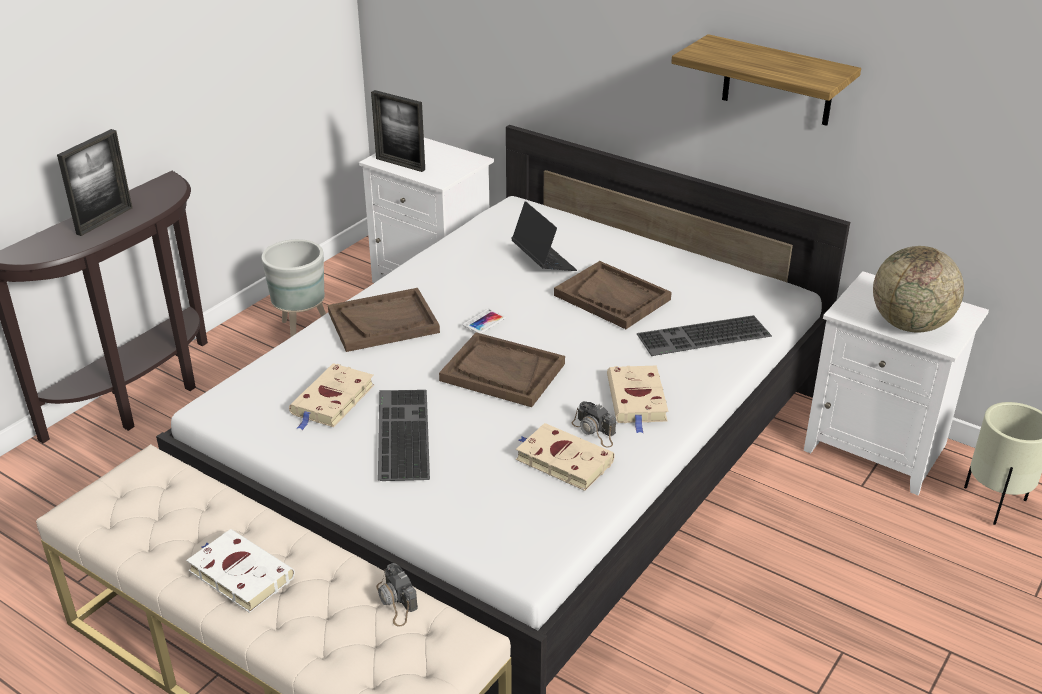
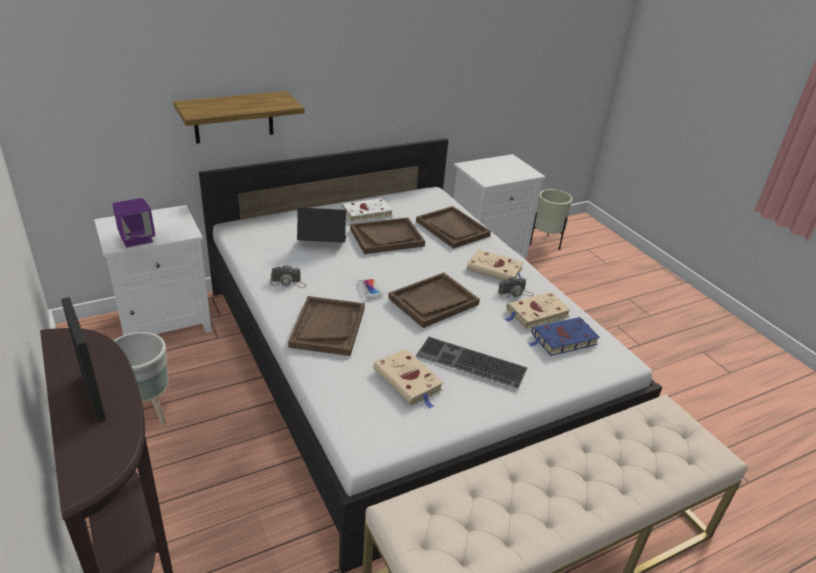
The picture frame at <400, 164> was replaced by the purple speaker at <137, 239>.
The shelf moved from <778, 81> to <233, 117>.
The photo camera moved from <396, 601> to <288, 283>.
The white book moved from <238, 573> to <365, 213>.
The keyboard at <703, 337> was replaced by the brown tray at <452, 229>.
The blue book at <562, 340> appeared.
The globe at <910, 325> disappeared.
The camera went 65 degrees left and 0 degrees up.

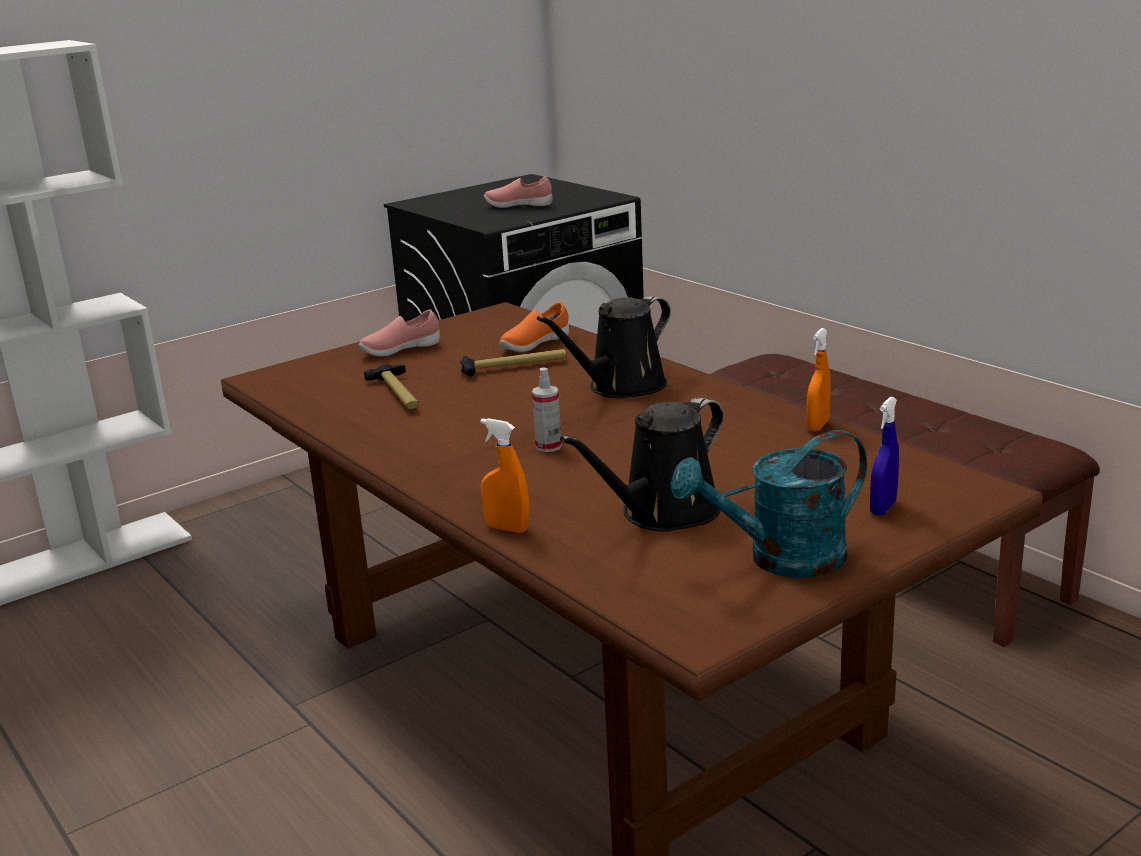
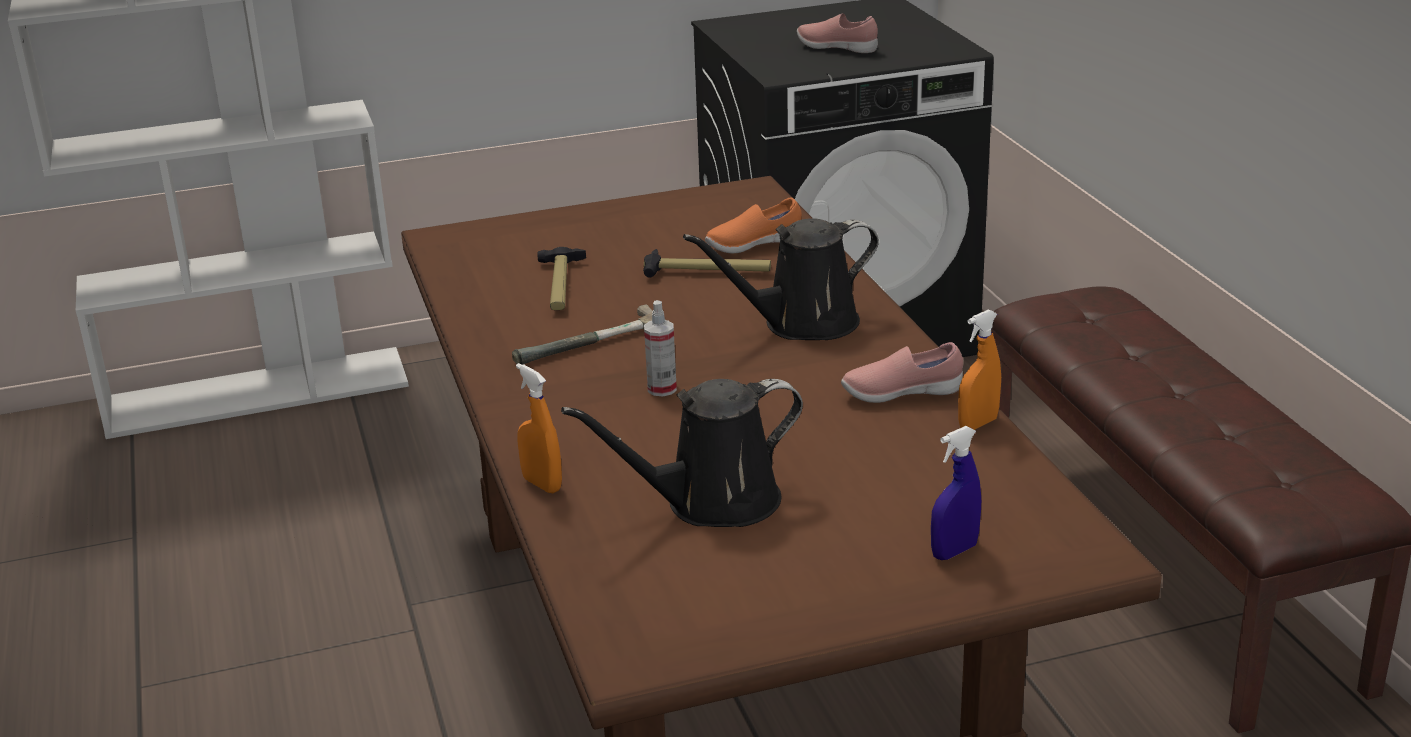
The hammer at <595, 347> appeared.
The pink shoe moved from <400, 350> to <901, 394>.
The turquoise watering can at <781, 560> disappeared.
The camera went 20 degrees right and 5 degrees up.

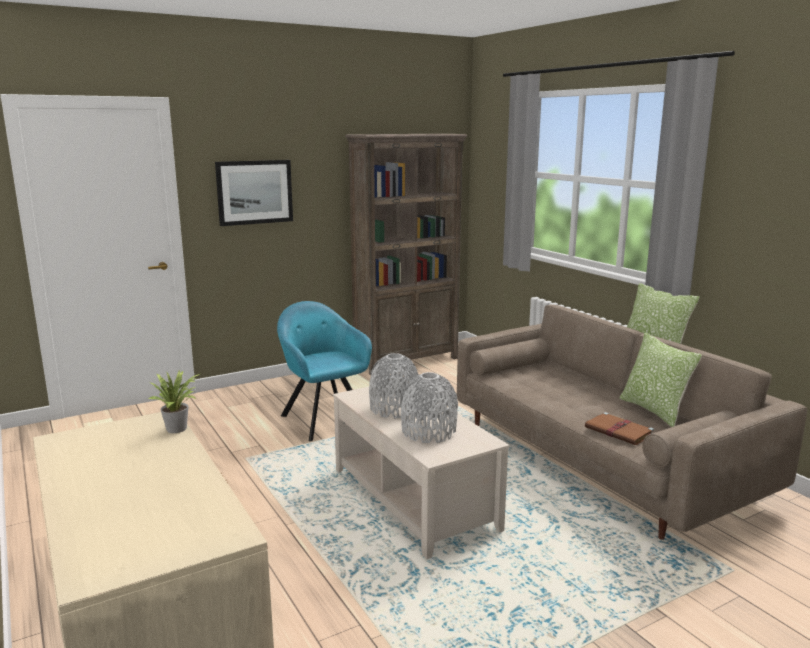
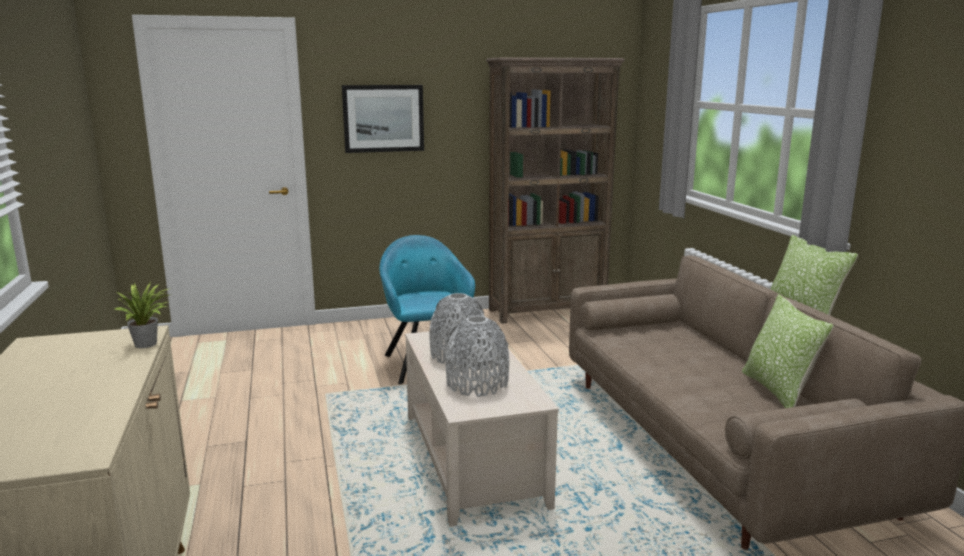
The brown book at <620, 431> disappeared.
The camera went 15 degrees right and 0 degrees up.

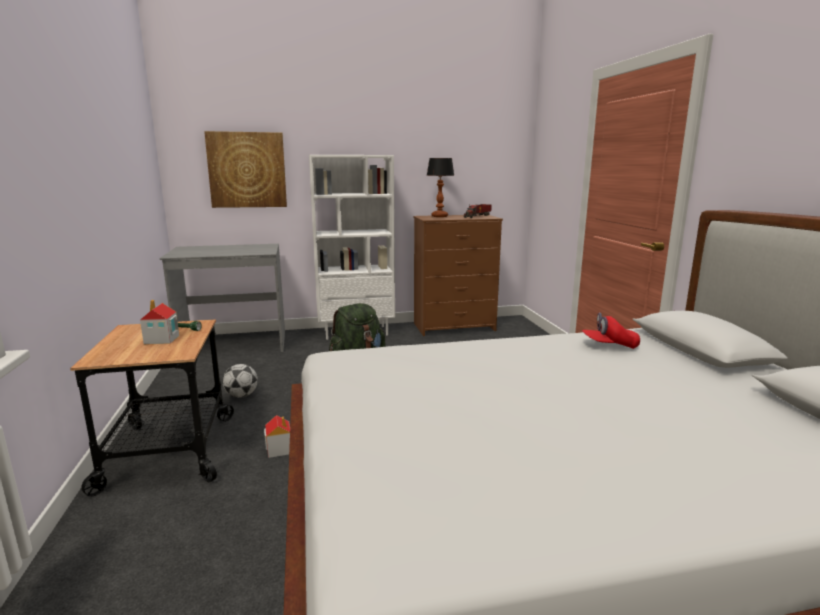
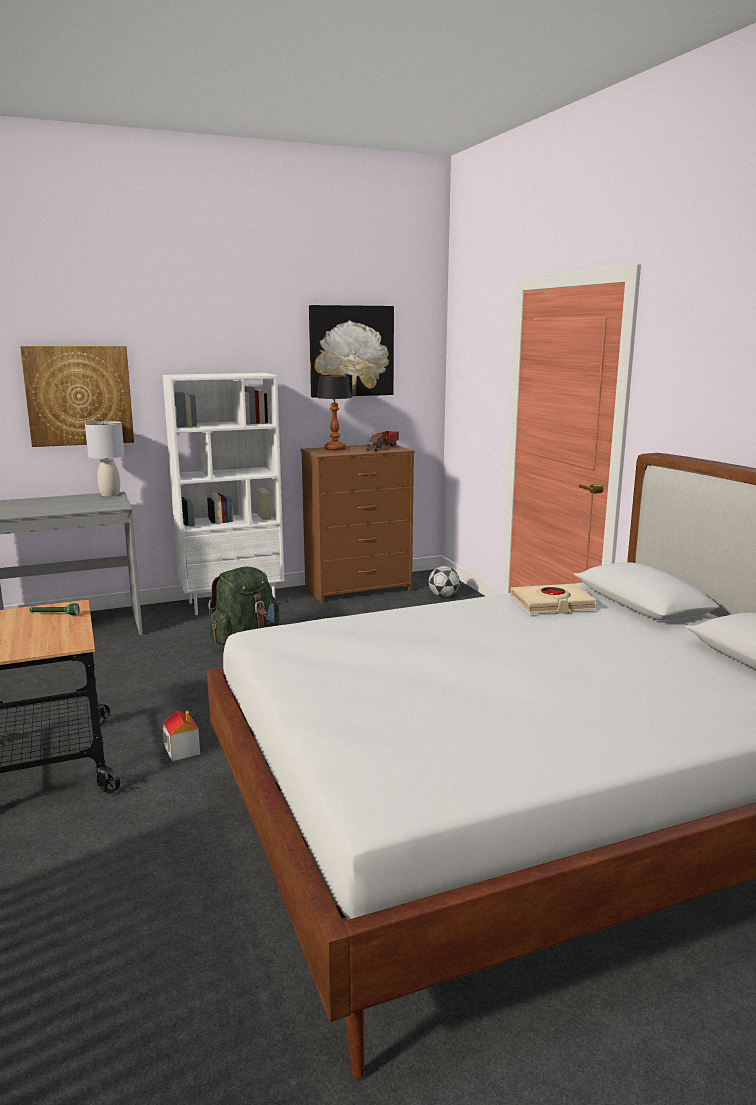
The grey table lamp at <110, 494> appeared.
The picture at <351, 351> appeared.
The football moved from <241, 396> to <443, 596>.
The red cap at <609, 346> was replaced by the beige book at <552, 604>.
The toy house at <161, 339> disappeared.
The camera went 10 degrees left and 0 degrees up.

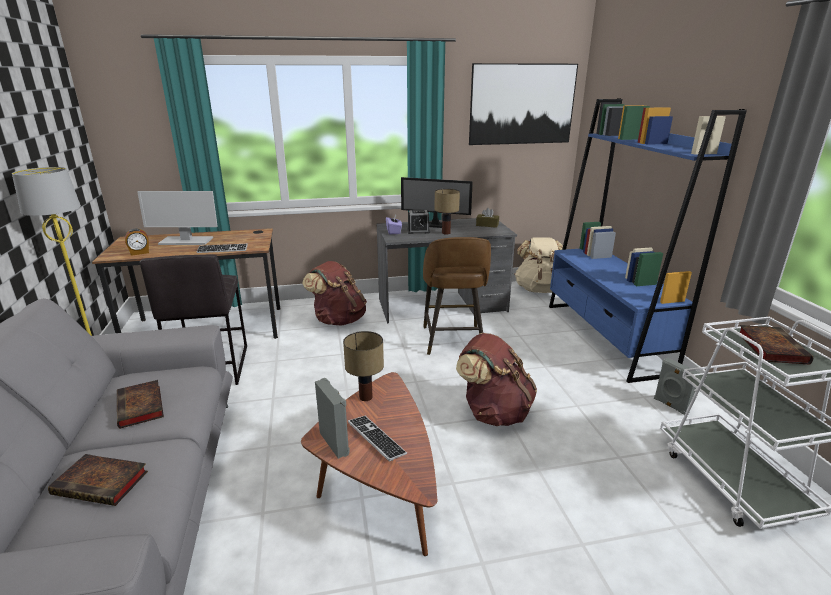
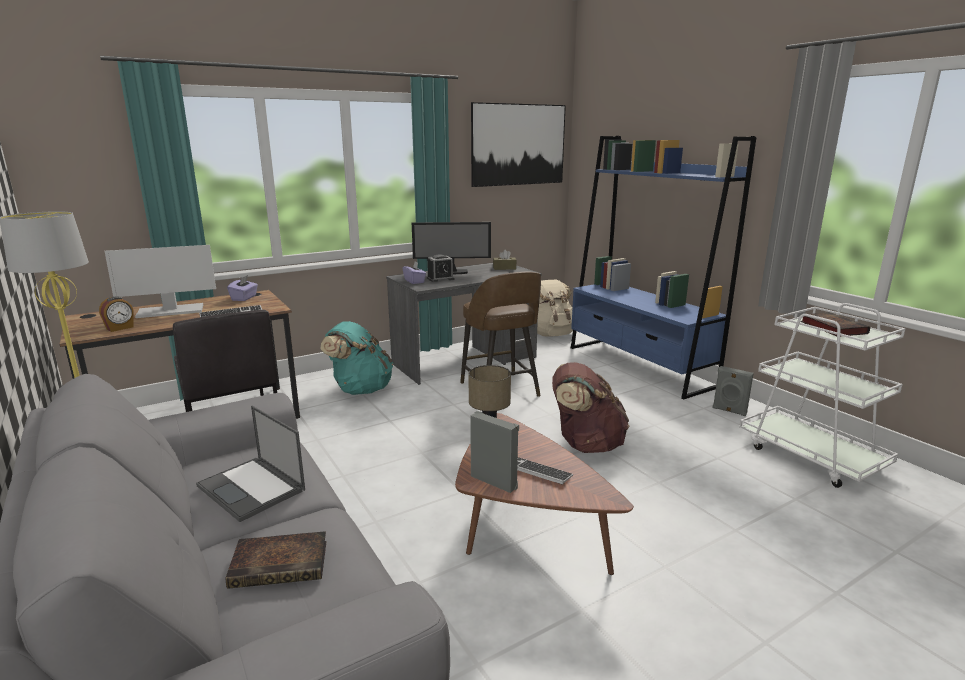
The book at <141, 407> was replaced by the laptop at <252, 488>.
The purple tissue box at <244, 298> appeared.
The brown backpack at <338, 320> became the turquoise backpack at <360, 389>.
The table lamp at <446, 233> disappeared.
The camera went 20 degrees left and 5 degrees down.

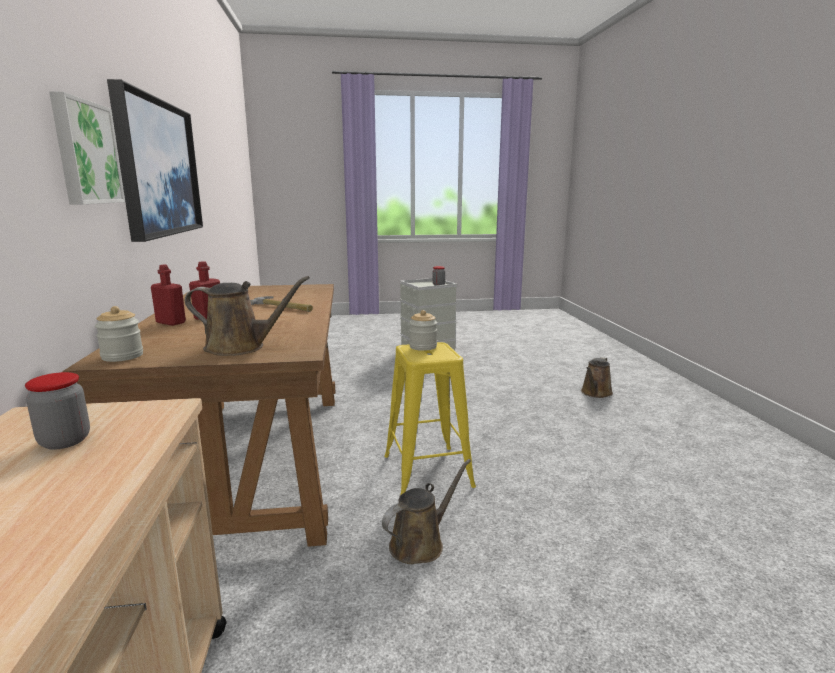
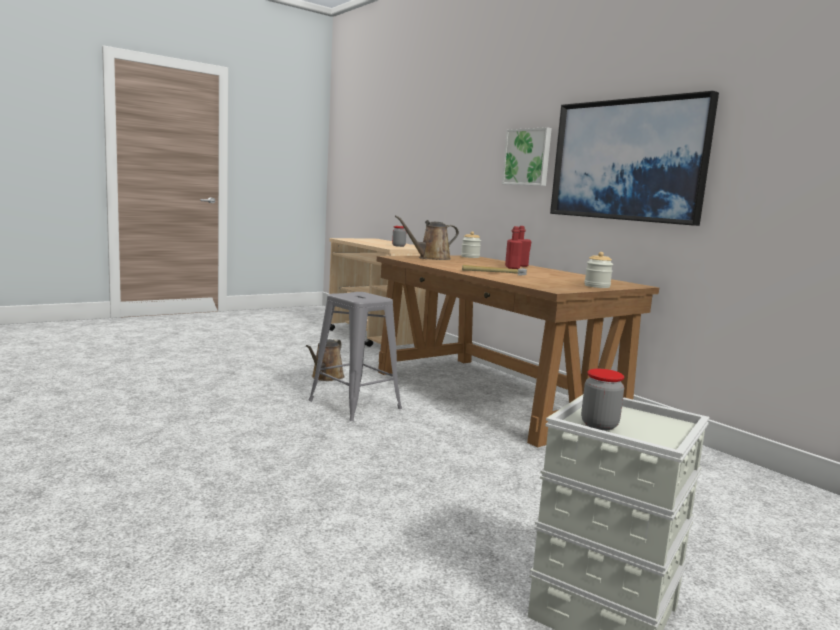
The yellow stool at <427, 470> became the grey stool at <355, 405>.
The jar moved from <423, 347> to <597, 286>.
The brown watering can at <595, 393> disappeared.
The camera went 150 degrees right and 5 degrees down.

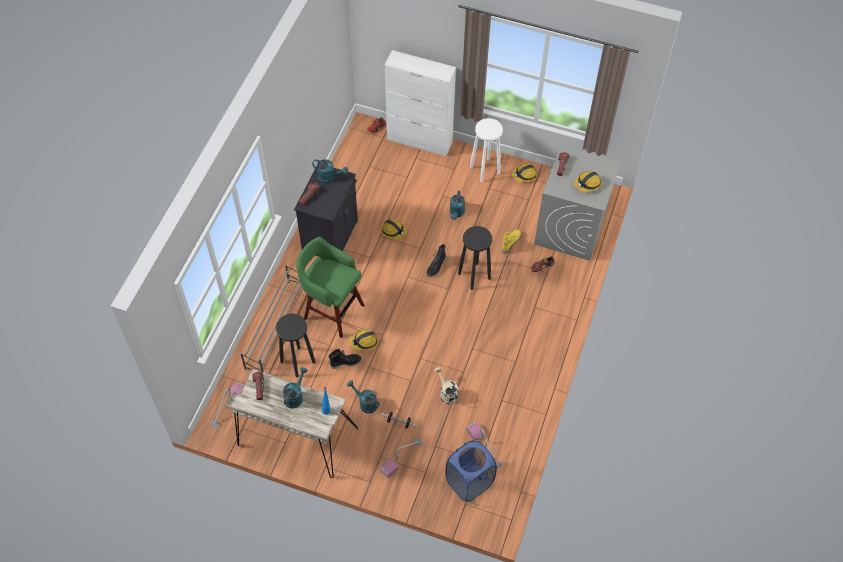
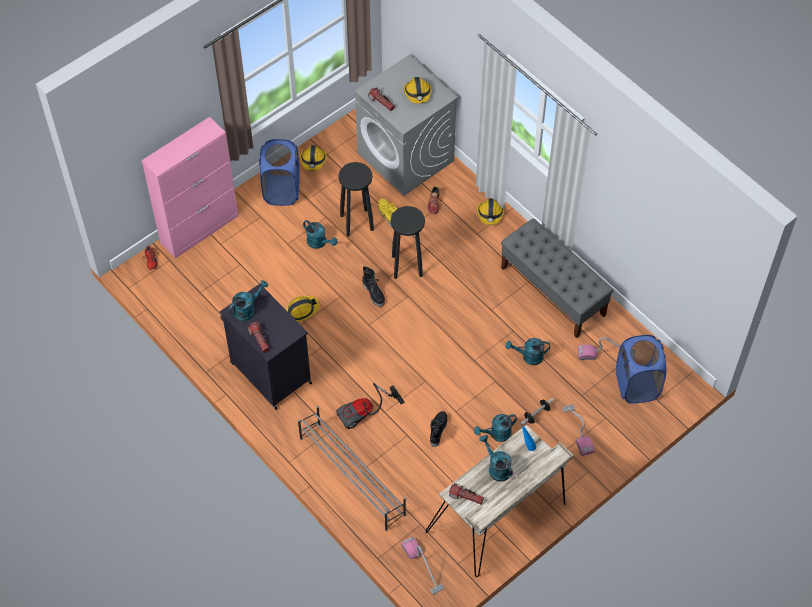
The white cabinet at <420, 141> became the pink cabinet at <200, 229>.
The white stool at <485, 170> was replaced by the blue laundry basket at <282, 190>.
The green stool at <332, 310> was replaced by the vacuum cleaner at <366, 413>.
The black stool moved from <298, 362> to <357, 222>.
The hard hat moved from <364, 342> to <490, 214>.
The grey bench at <553, 291> appeared.
The beige watering can at <446, 393> became the turquoise watering can at <528, 357>.
The camera went 60 degrees left and 0 degrees up.

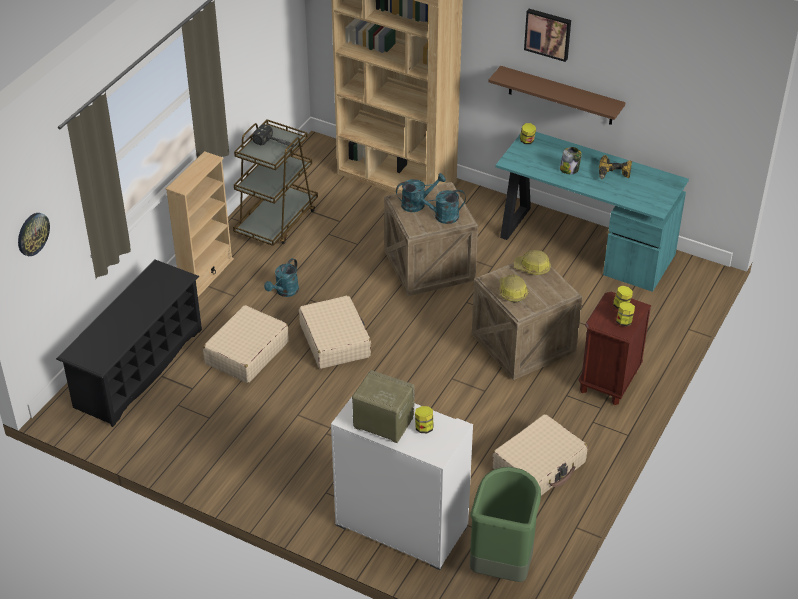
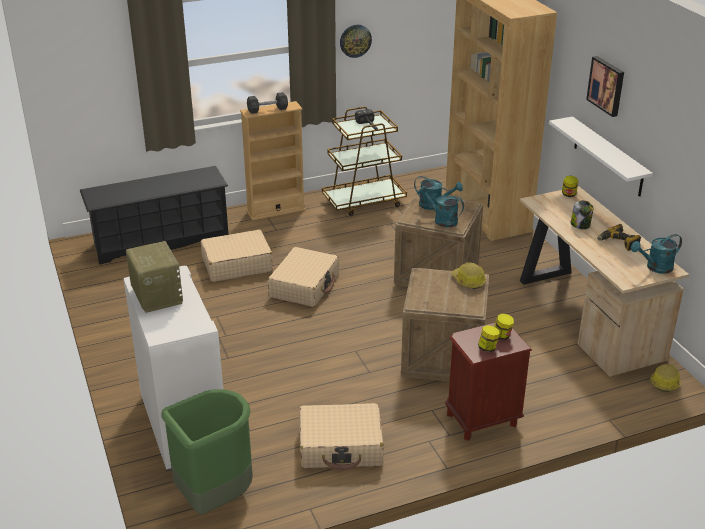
The grey dumbbell at <267, 109> appeared.
The wall clock moved from <32, 234> to <355, 40>.
The turquoise desk at <583, 245> became the beige desk at <586, 316>.
The brown shelf at <560, 96> became the white shelf at <608, 157>.
The turquoise watering can moved from <285, 292> to <655, 268>.
The hard hat moved from <512, 292> to <665, 382>.
The jar at <424, 428> disappeared.
The camera went 40 degrees right and 10 degrees down.

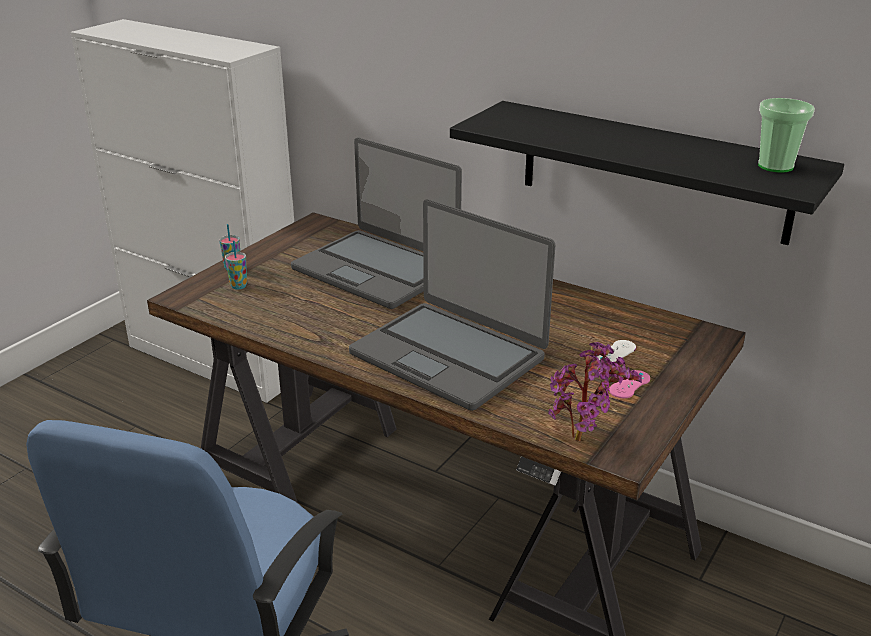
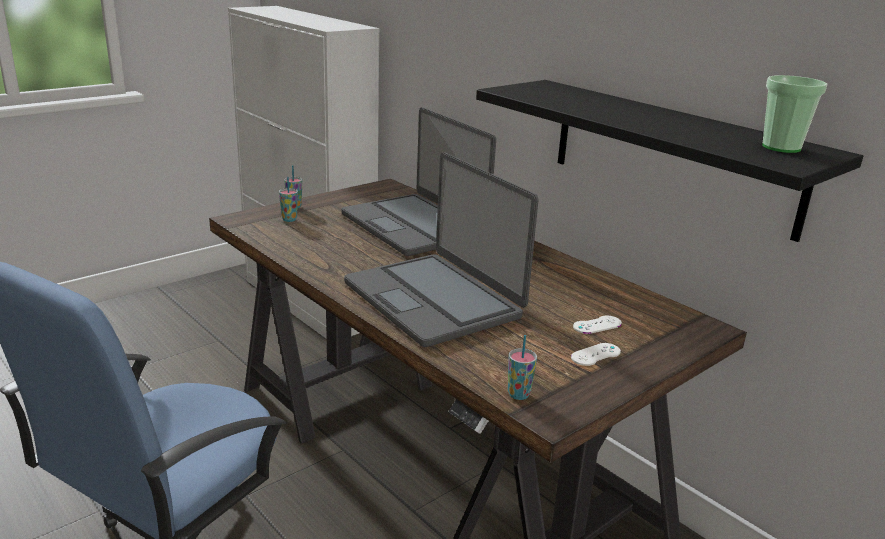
The potted plant at <584, 441> was replaced by the cup at <518, 394>.
The pink game controller at <629, 384> became the white game controller at <595, 354>.
The camera went 15 degrees right and 5 degrees down.

